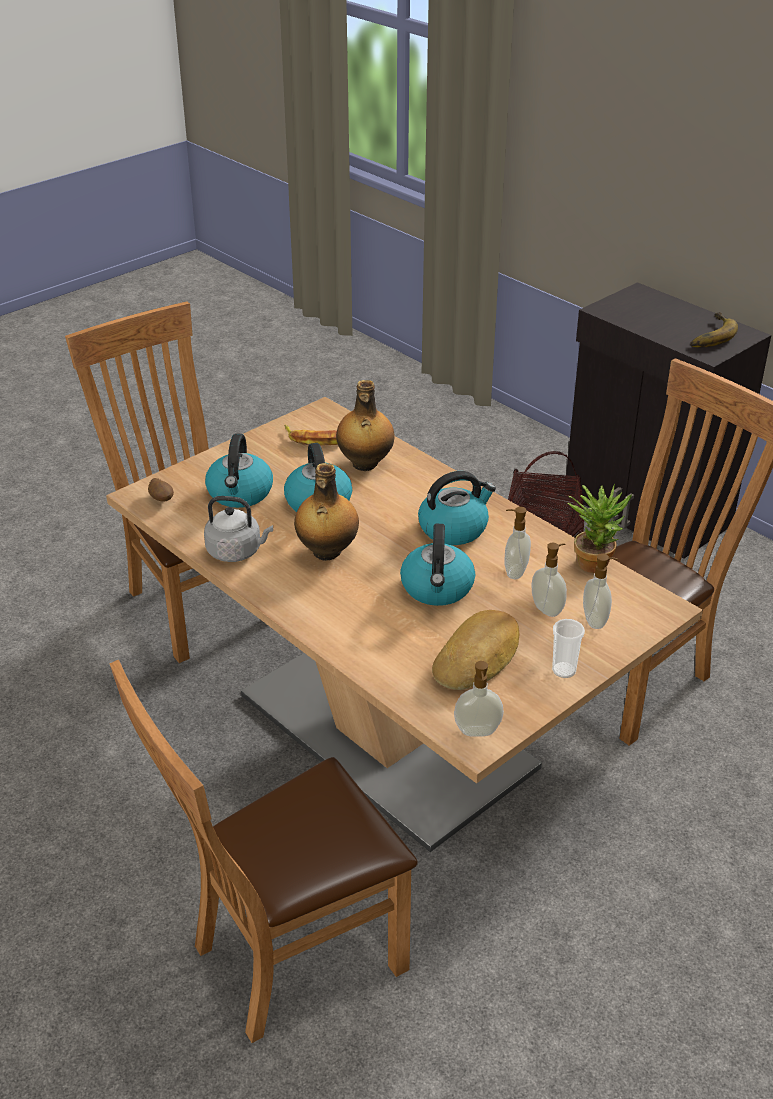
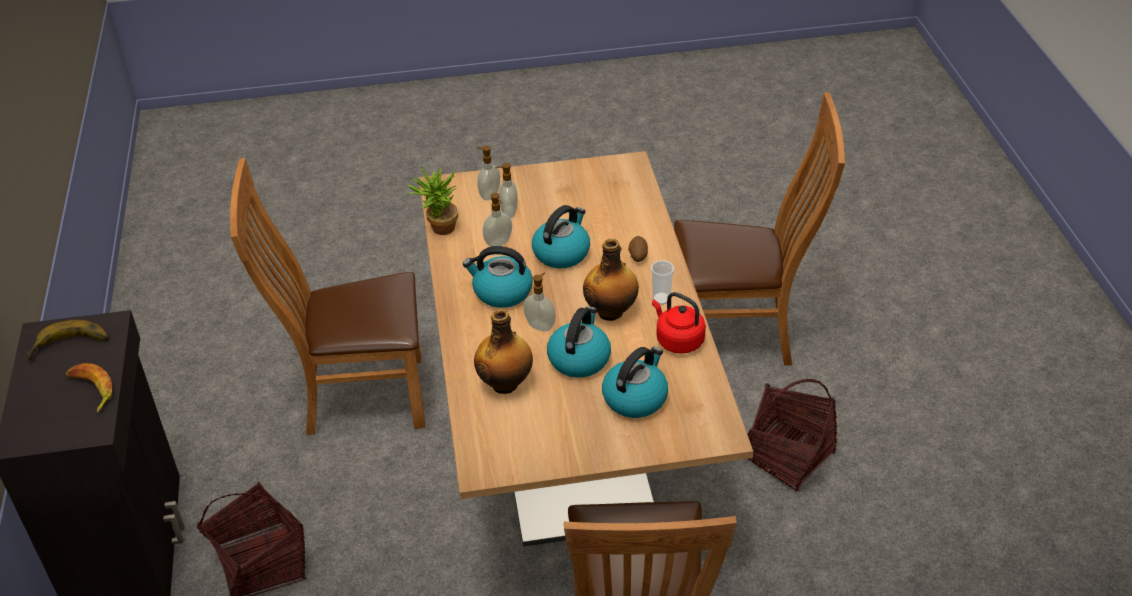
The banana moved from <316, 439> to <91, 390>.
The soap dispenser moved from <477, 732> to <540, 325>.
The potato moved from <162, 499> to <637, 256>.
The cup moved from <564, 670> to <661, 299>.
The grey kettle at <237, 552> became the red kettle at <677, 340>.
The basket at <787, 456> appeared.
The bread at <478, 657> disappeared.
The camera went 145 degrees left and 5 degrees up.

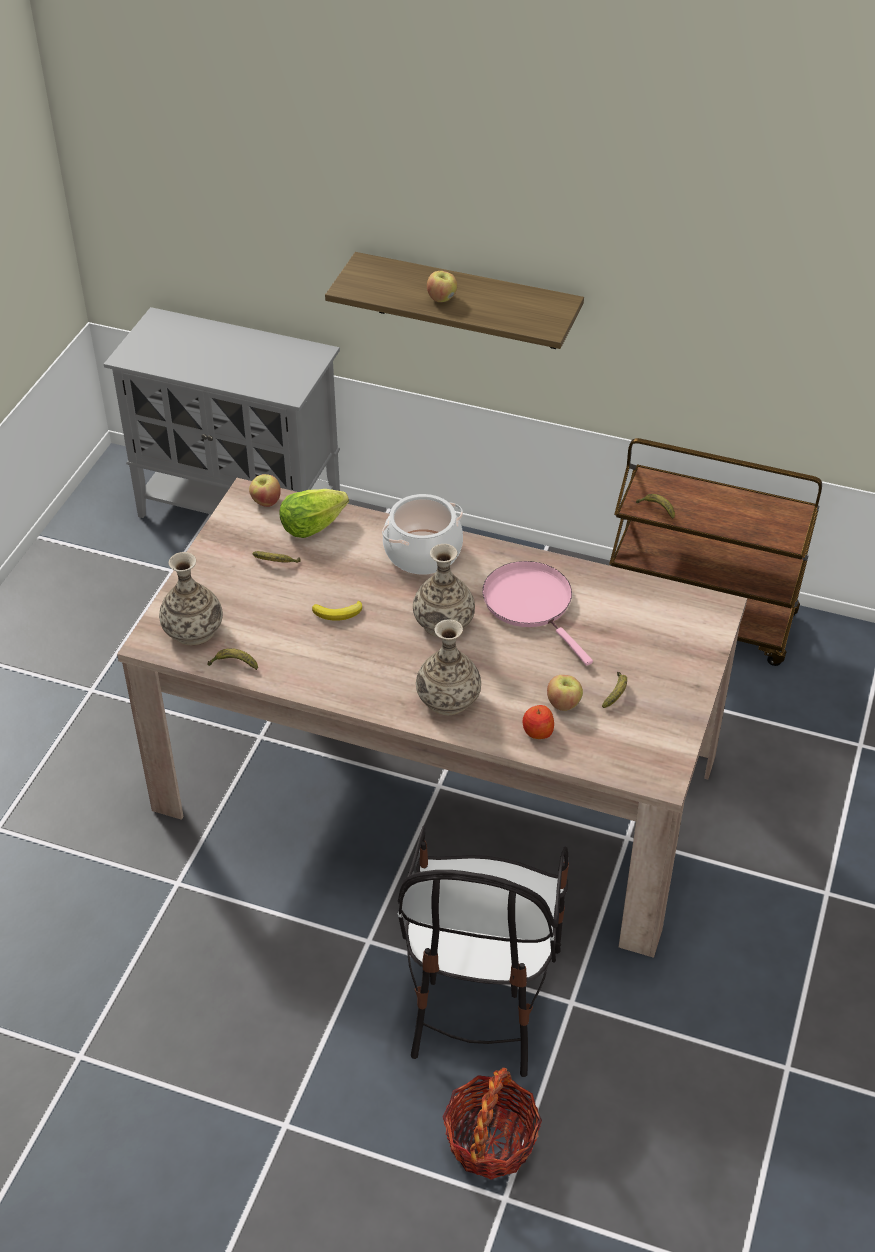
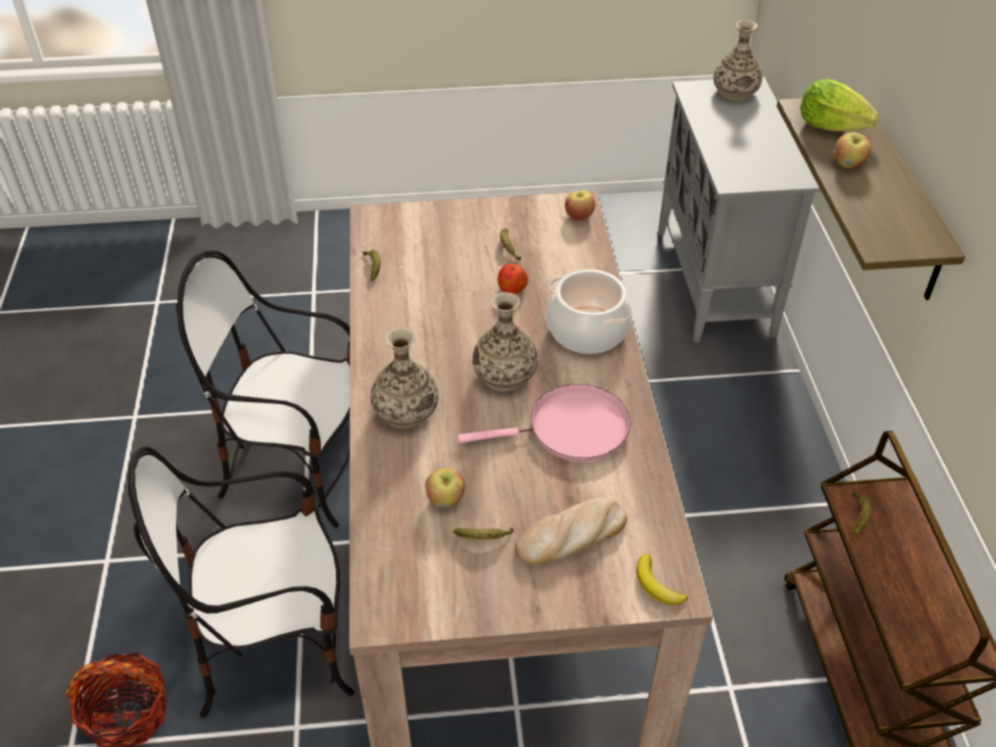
The chair at <299, 470> appeared.
The pink frying pan at <531, 604> turned 45 degrees clockwise.
The apple moved from <537, 731> to <512, 289>.
The bread at <571, 536> appeared.
The banana moved from <338, 613> to <657, 585>.
The vase moved from <193, 630> to <734, 92>.
The lettuce moved from <311, 526> to <830, 126>.
The camera went 65 degrees right and 0 degrees up.

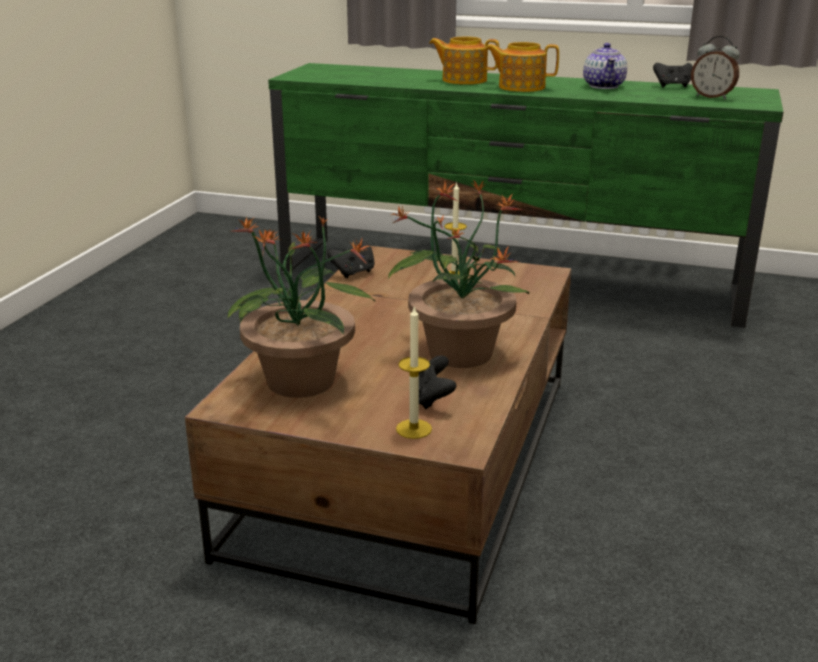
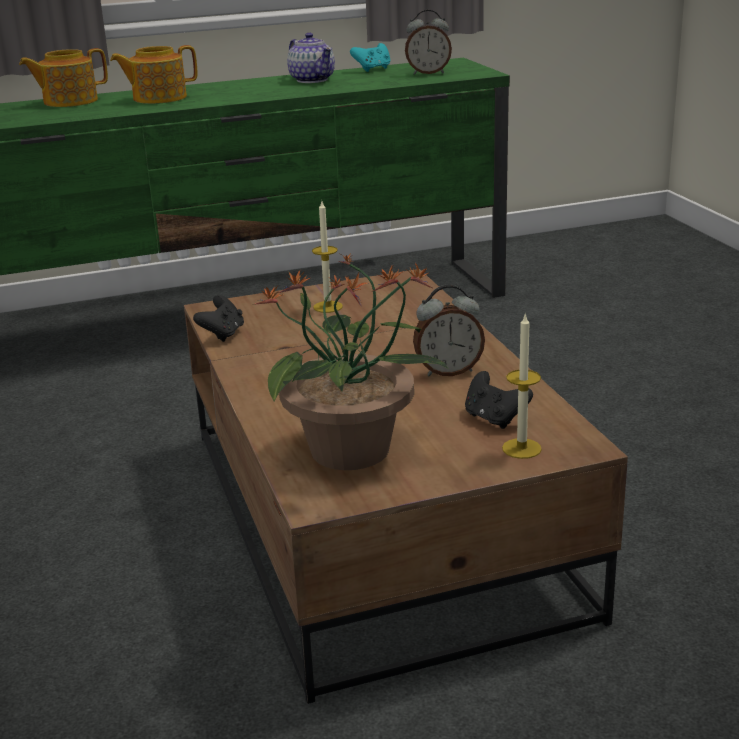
The teapot moved from <520, 87> to <69, 101>.
The black game controller at <672, 86> became the turquoise game controller at <373, 69>.
The potted plant at <459, 352> was replaced by the alarm clock at <448, 371>.
The camera went 35 degrees left and 0 degrees up.

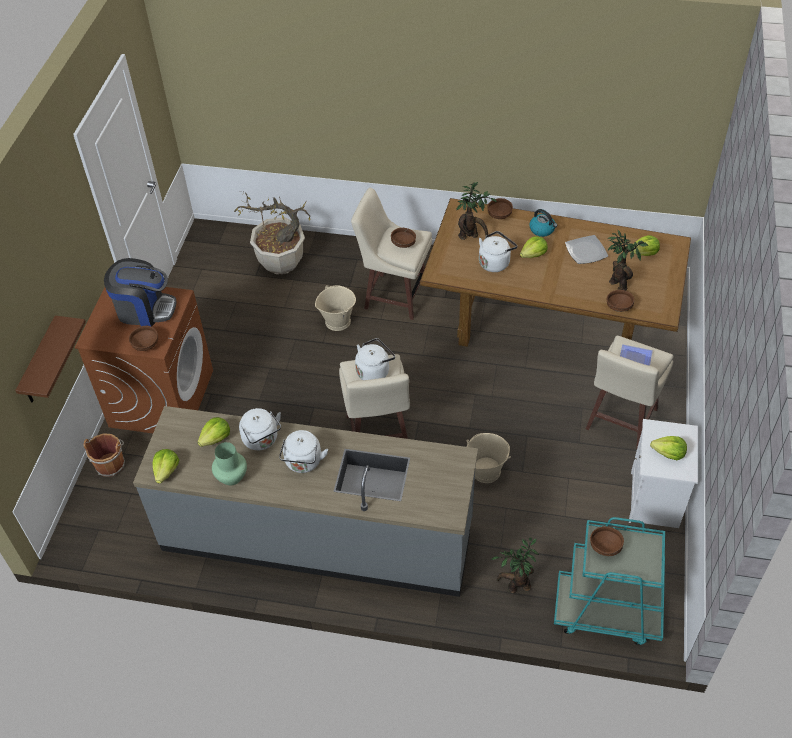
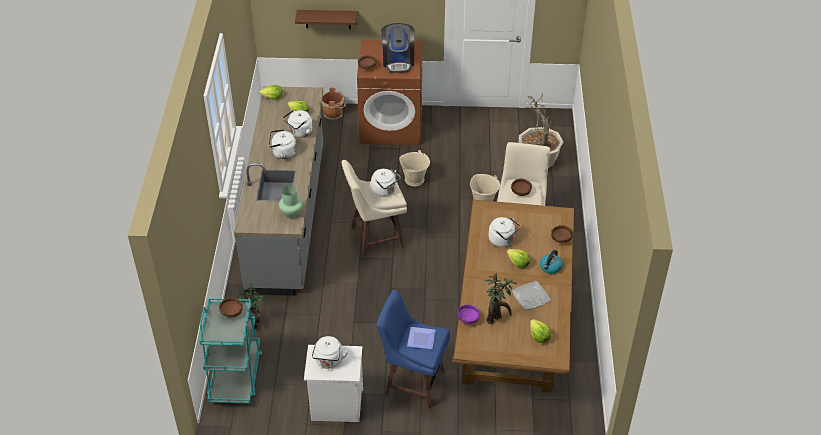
The green vase moved from <232, 476> to <292, 213>.
The lettuce at <668, 453> was replaced by the white kettle at <329, 361>.
The beige stool at <620, 420> became the blue stool at <413, 382>.
The beige bucket moved from <485, 470> to <414, 179>.
The brown bowl at <618, 307> became the purple bowl at <468, 319>.
The potted plant at <471, 236> disappeared.
The camera went 80 degrees right and 5 degrees down.

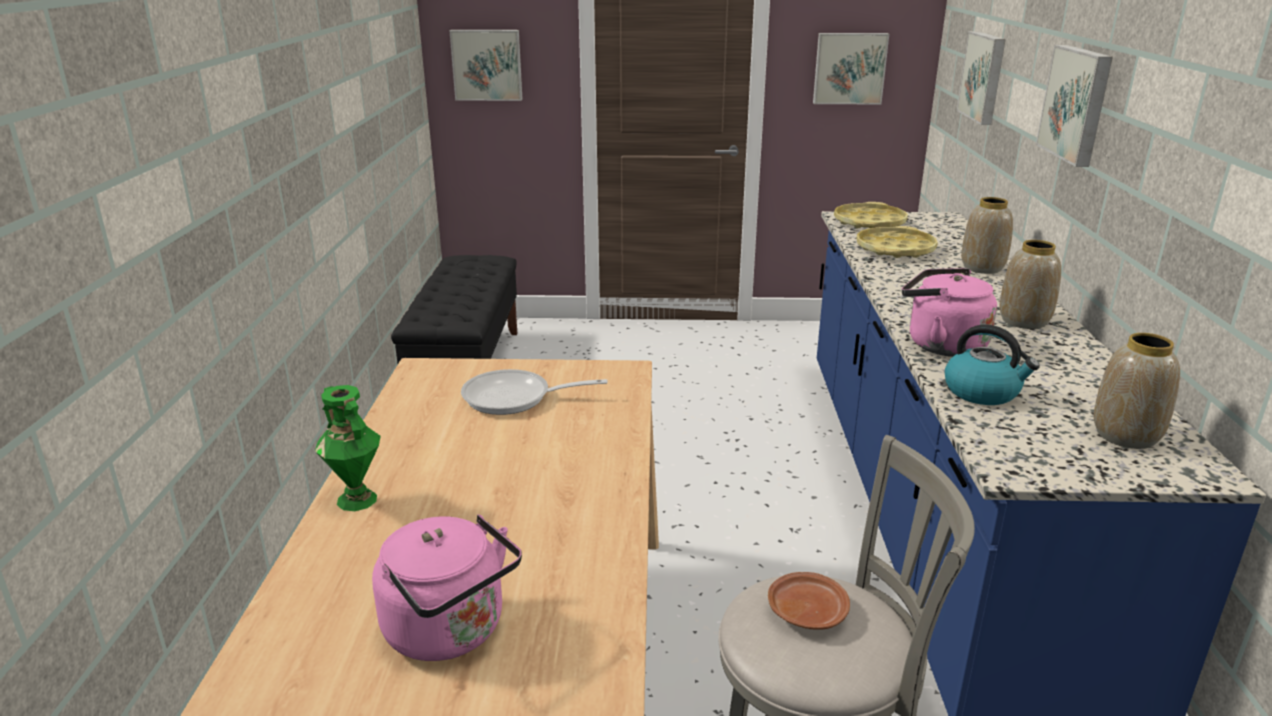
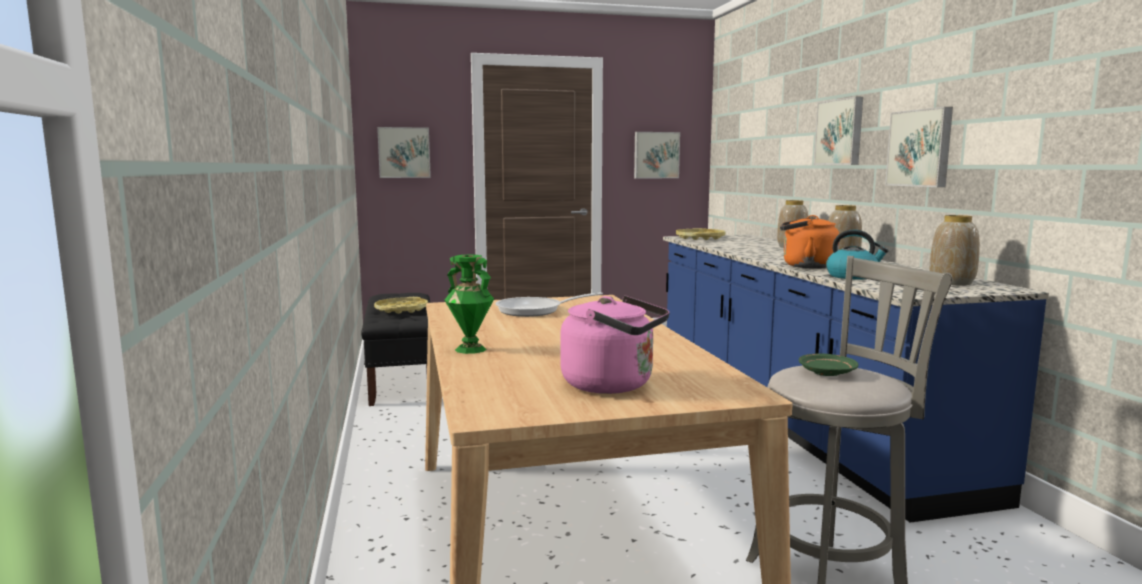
The yellow tray moved from <895, 249> to <401, 310>.
The pink kettle at <941, 345> became the orange kettle at <805, 266>.
The brown plate at <807, 611> became the green plate at <826, 373>.
The picture moved from <984, 77> to <921, 148>.
The camera went 15 degrees left and 15 degrees down.

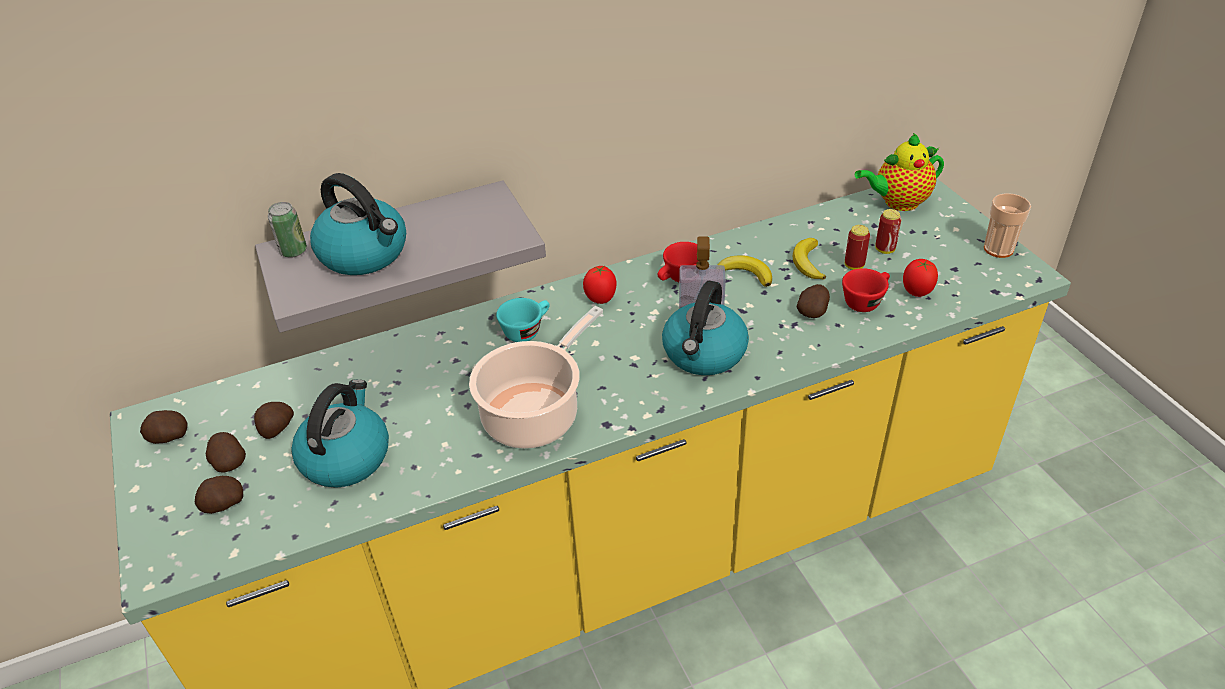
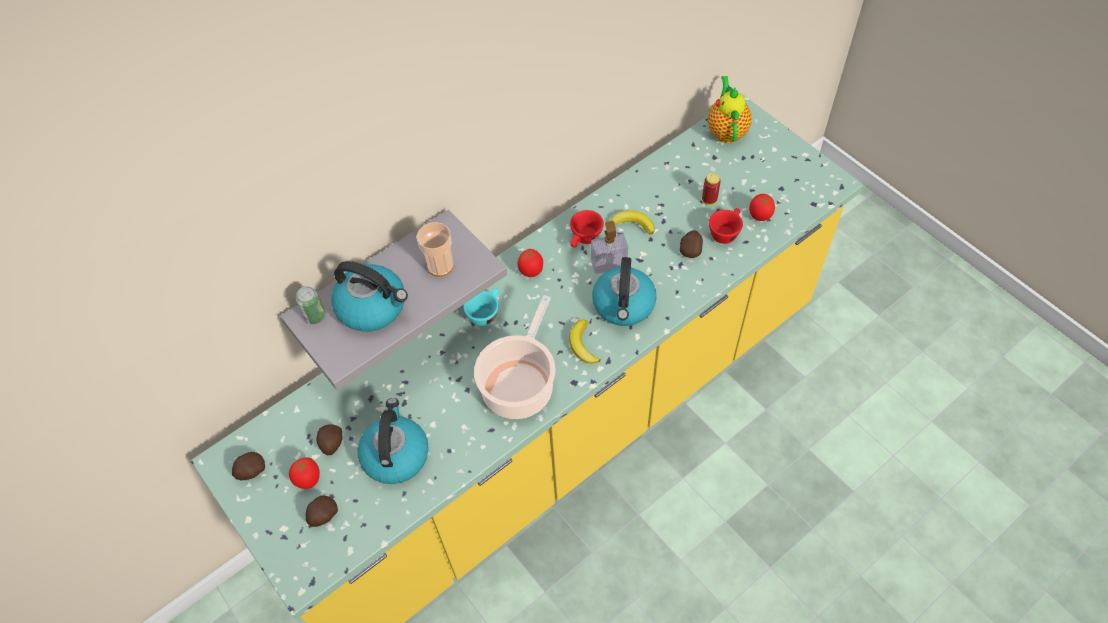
The potato at <229, 462> was replaced by the tomato at <309, 480>.
The cup moved from <998, 249> to <440, 266>.
The banana moved from <807, 262> to <583, 345>.
The teapot at <897, 202> turned 120 degrees clockwise.
The can at <885, 249> disappeared.
The camera went 15 degrees left and 15 degrees up.

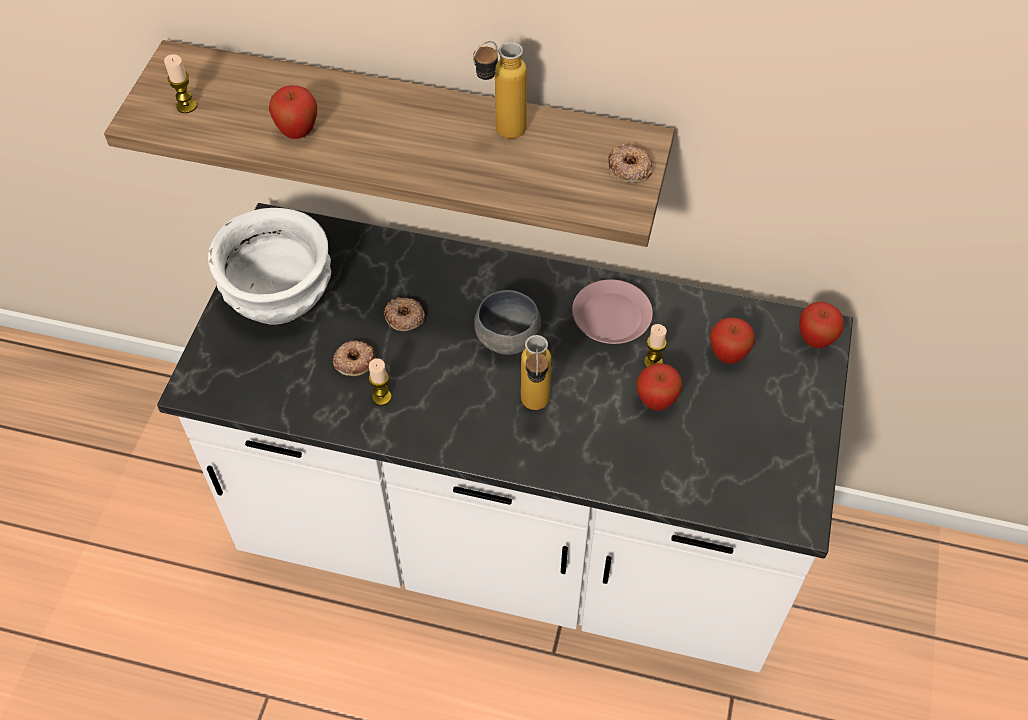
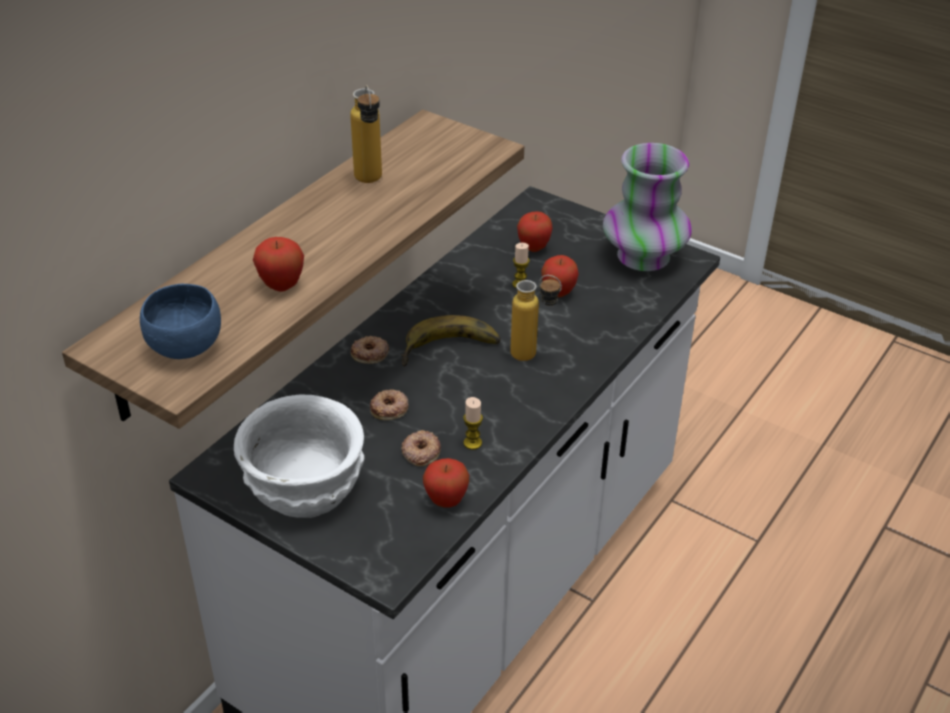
The candle at <186, 106> was replaced by the blue bowl at <185, 349>.
The donut moved from <629, 168> to <370, 353>.
The grey bowl at <509, 337> was replaced by the banana at <451, 352>.
The apple moved from <815, 340> to <446, 501>.
The vase at <643, 256> appeared.
The pink plate at <612, 317> disappeared.
The camera went 70 degrees left and 15 degrees down.

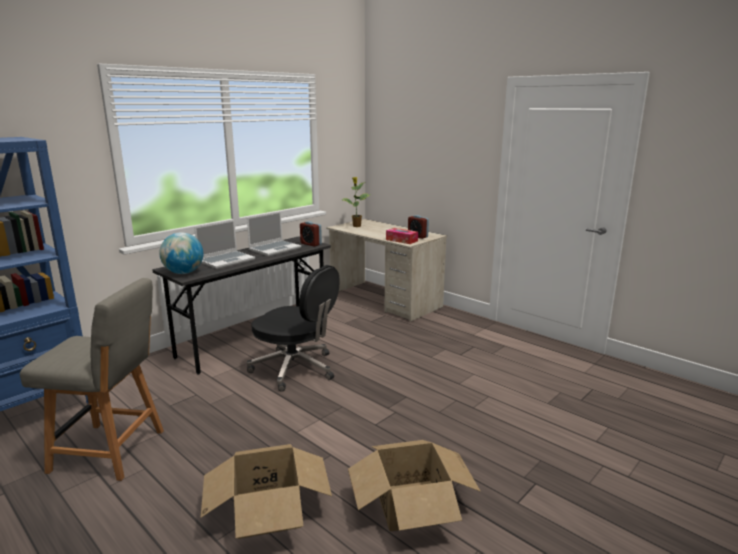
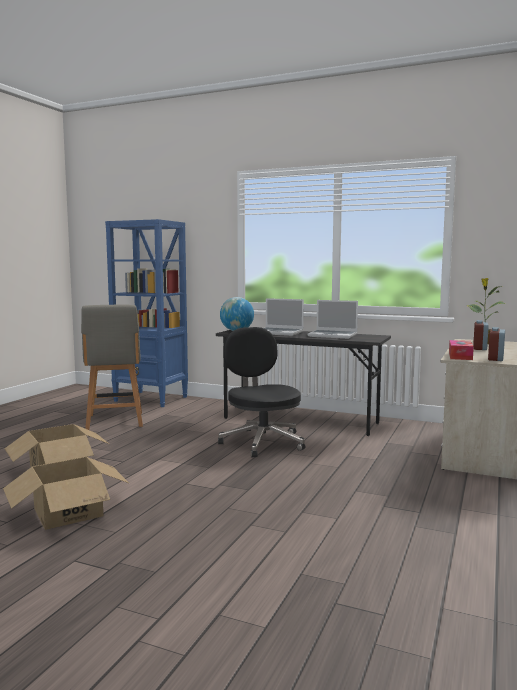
The black office chair at <296, 369> turned 150 degrees clockwise.
The alarm clock moved from <311, 244> to <480, 348>.
The camera went 70 degrees right and 10 degrees down.

